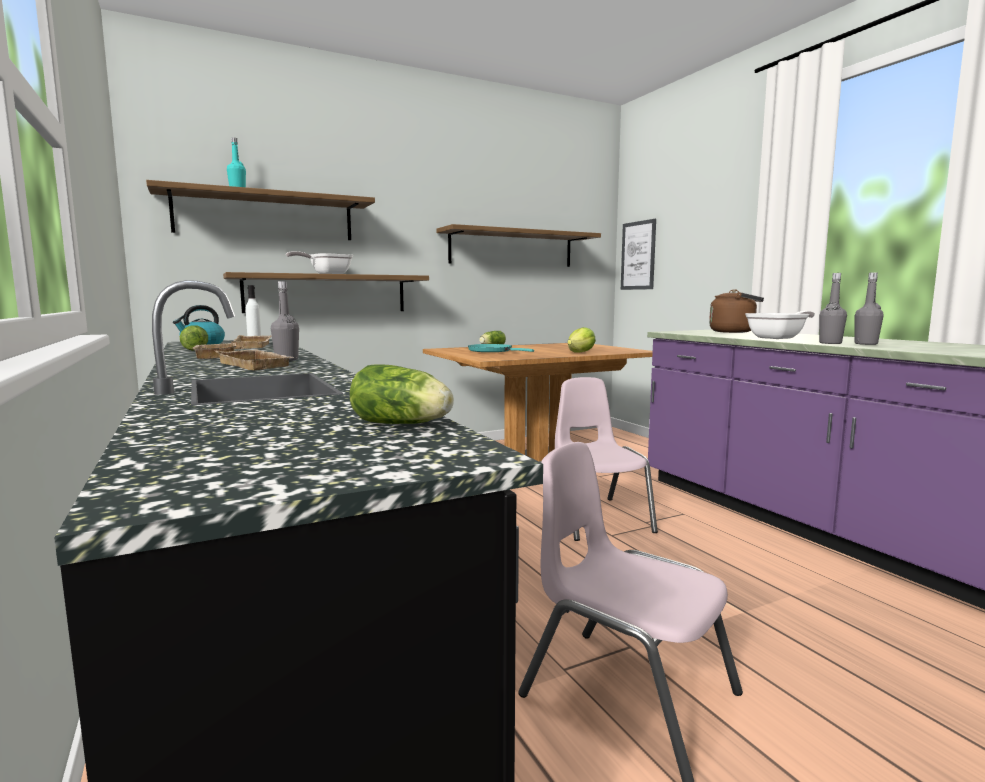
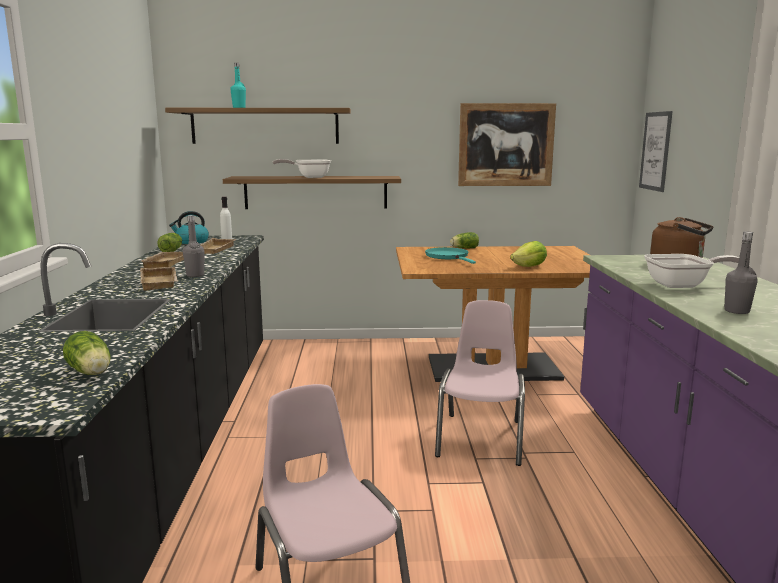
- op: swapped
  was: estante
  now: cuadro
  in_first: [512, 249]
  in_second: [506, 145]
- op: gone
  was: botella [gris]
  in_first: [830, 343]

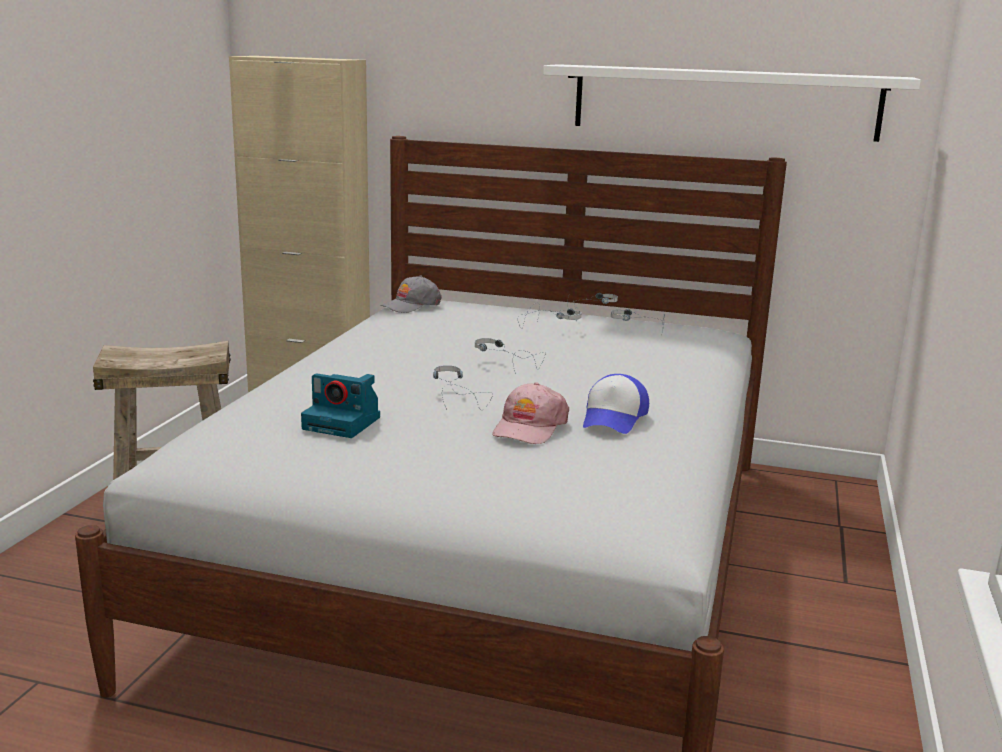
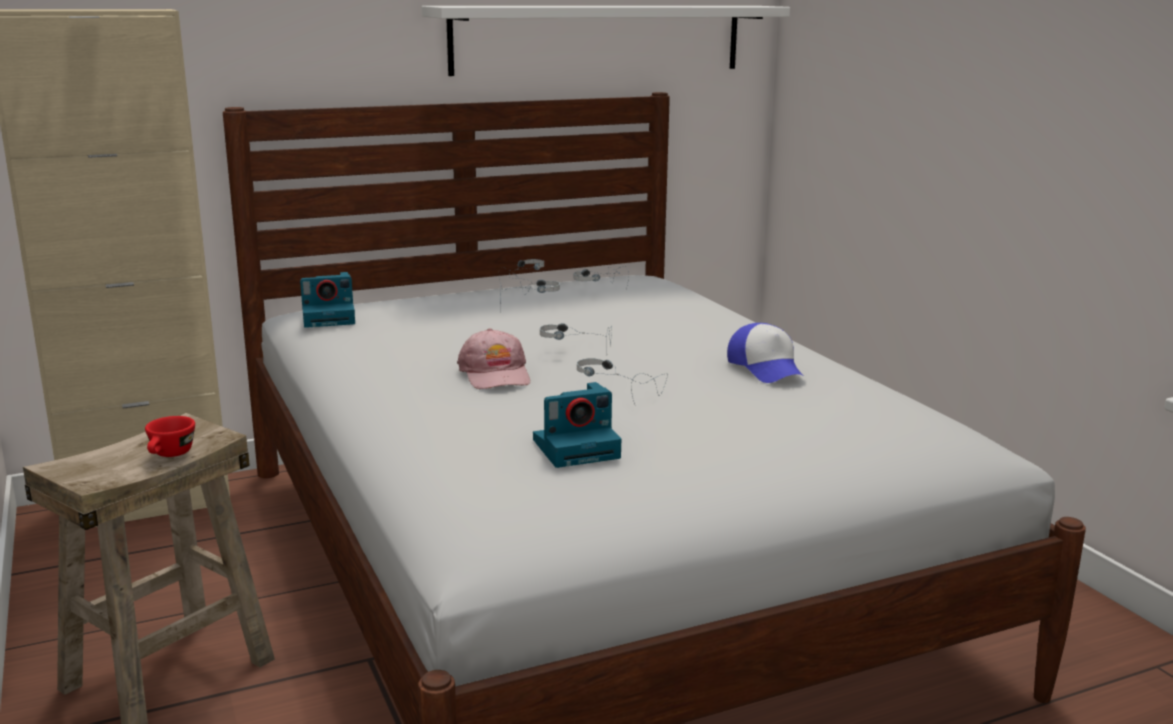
- op: new
  now: taza [rojo]
  in_second: [170, 455]
- op: swapped
  was: gorra [gris]
  now: cámara
  in_first: [411, 305]
  in_second: [330, 318]
- op: shifted
  was: gorra [rosa]
  in_first: [529, 427]
  in_second: [495, 374]

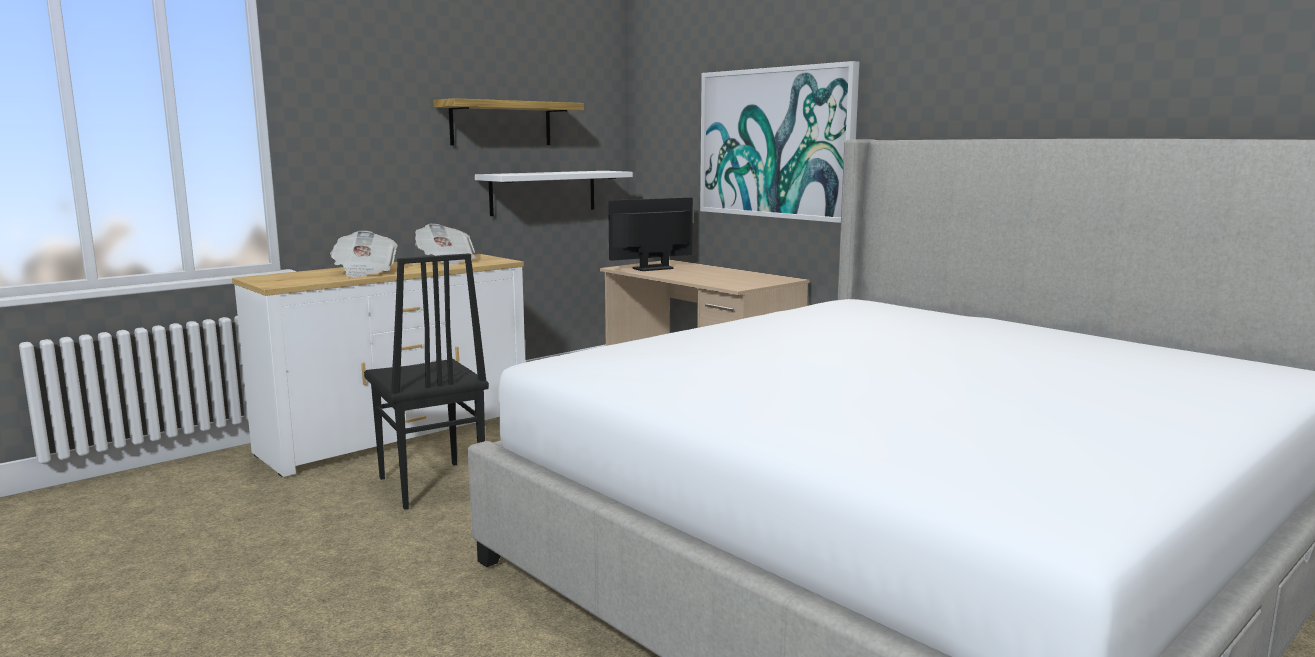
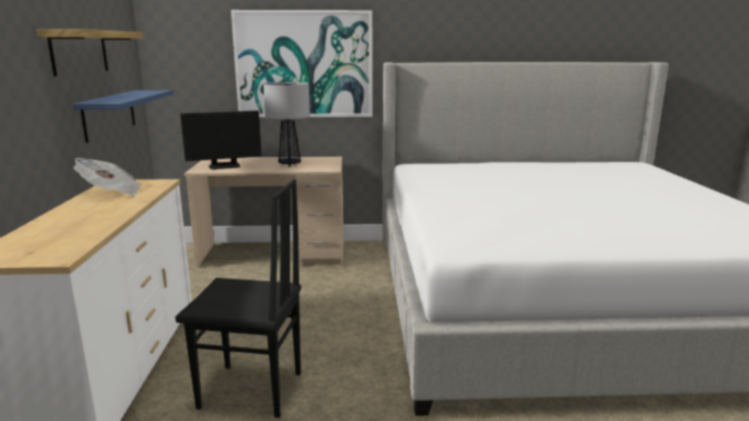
- op: repainted
  was: estante [blanco]
  now: estante [azul]
  in_first: [543, 192]
  in_second: [109, 114]
- op: rotated
  was: monitor
  in_first: [653, 268]
  in_second: [224, 166]
  clockwise: -120
- op: new
  now: lámpara de mesa
  in_second: [290, 164]
- op: gone
  was: periódico
  in_first: [364, 272]

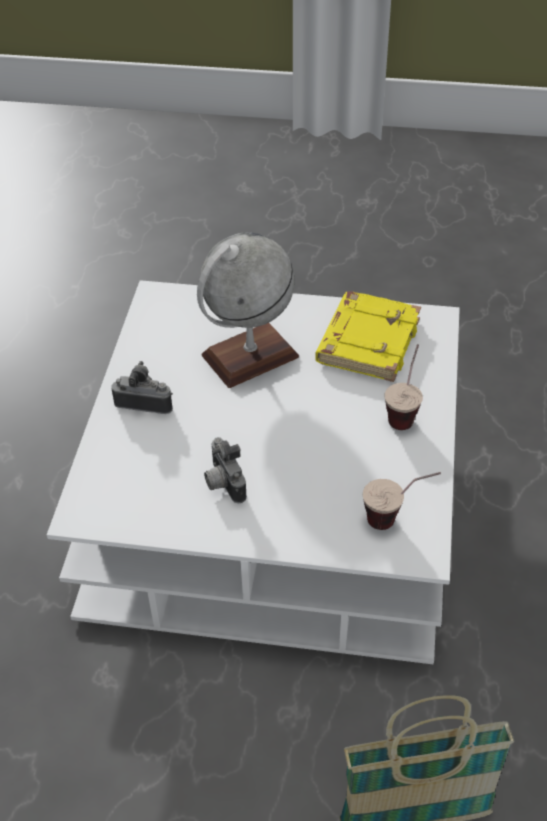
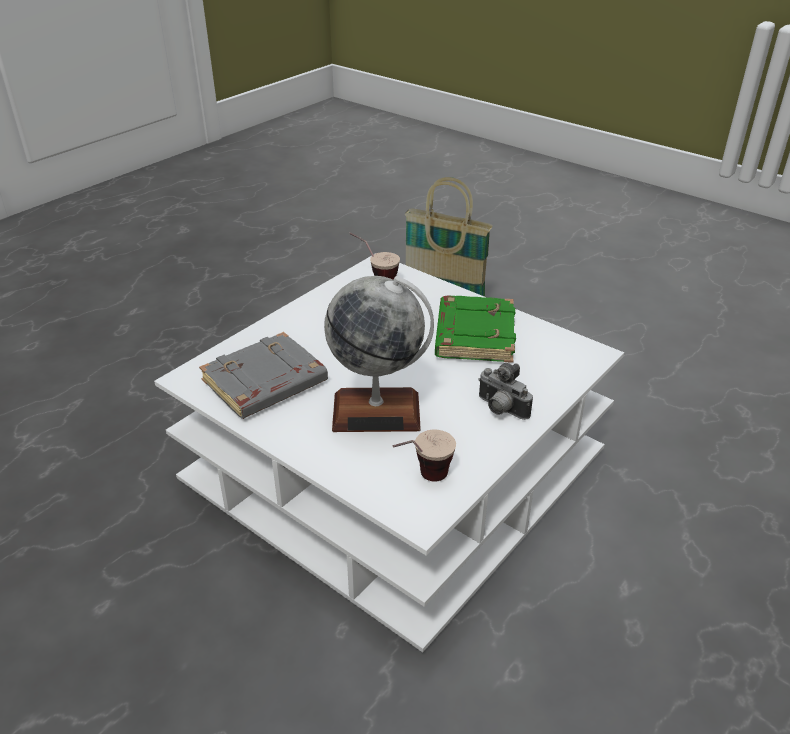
- op: repainted
  was: libro [amarillo]
  now: libro [gris]
  in_first: [367, 341]
  in_second: [265, 384]
- op: shifted
  was: taza
  in_first: [404, 411]
  in_second: [421, 480]
- op: swapped
  was: cámara
  now: libro [verde]
  in_first: [223, 483]
  in_second: [473, 335]

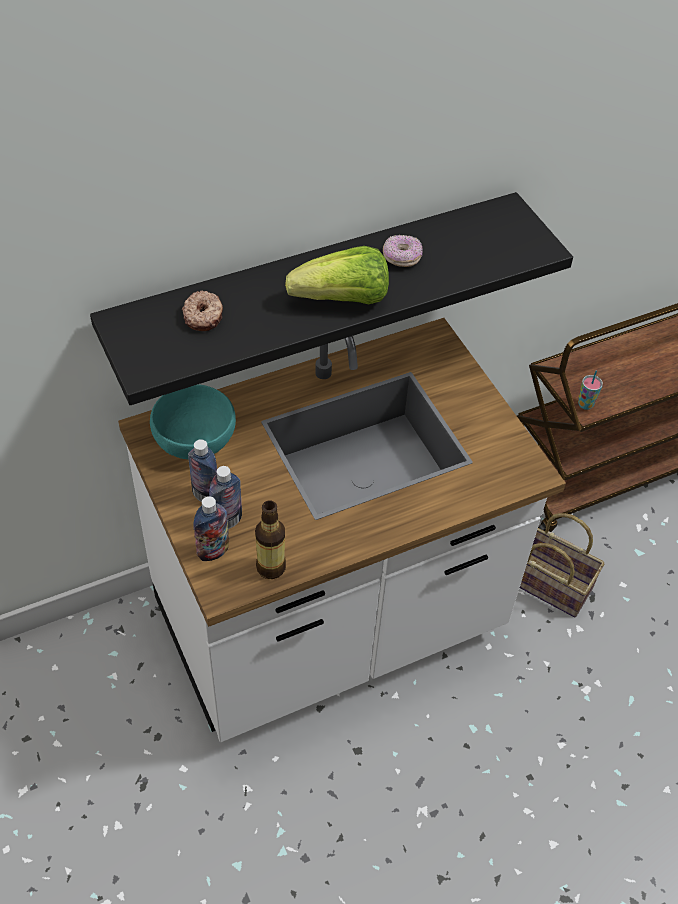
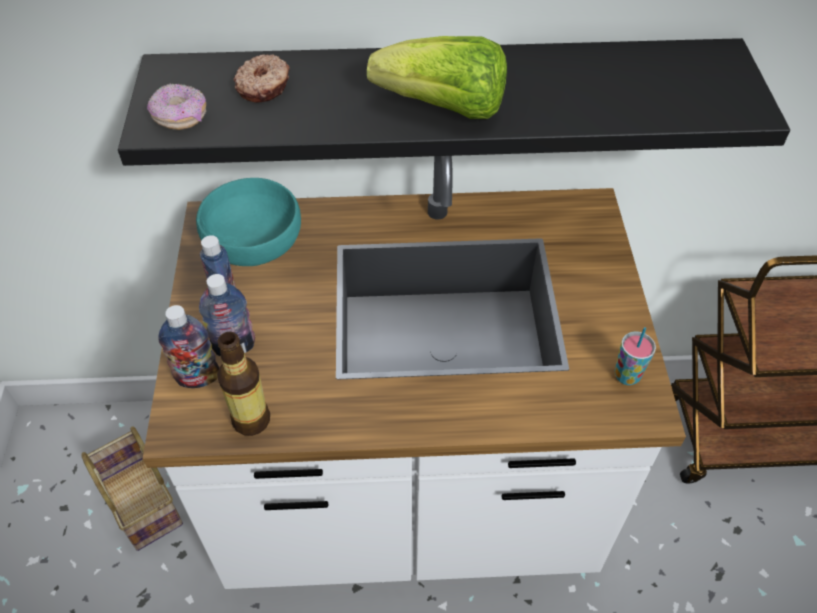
- op: shifted
  was: cesta
  in_first: [551, 584]
  in_second: [145, 503]
- op: shifted
  was: rosquilla
  in_first: [401, 258]
  in_second: [180, 118]
- op: shifted
  was: taza
  in_first: [585, 404]
  in_second: [627, 376]

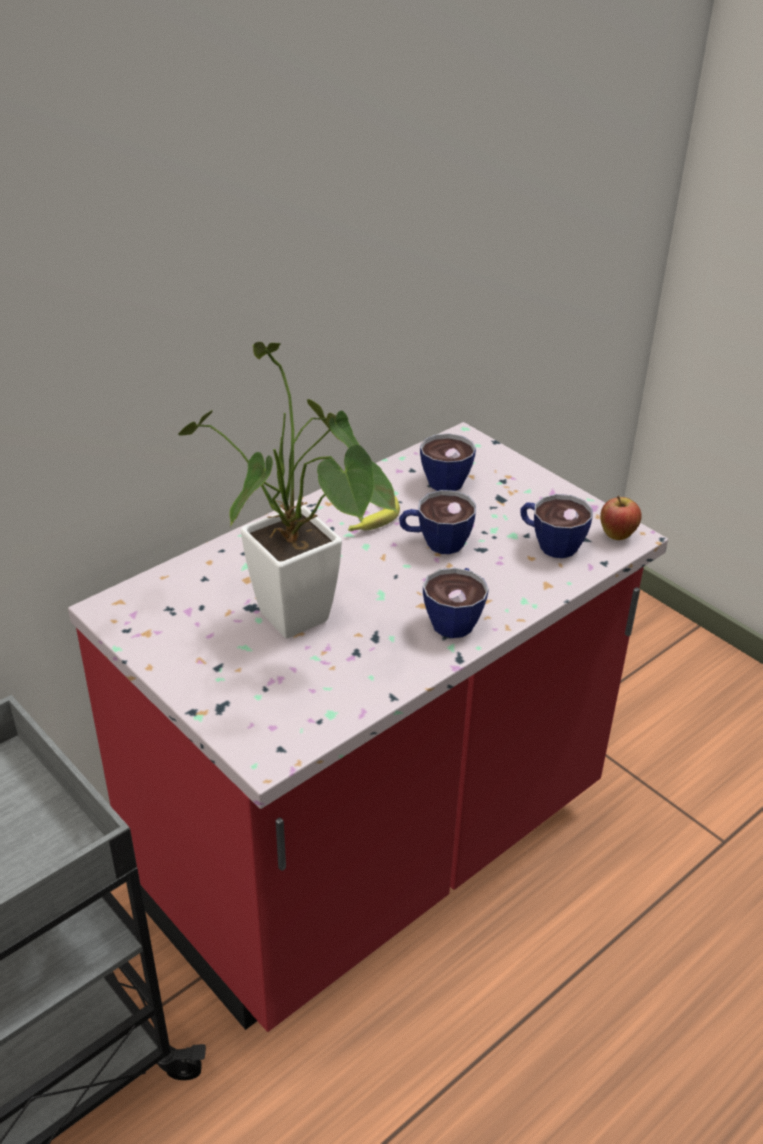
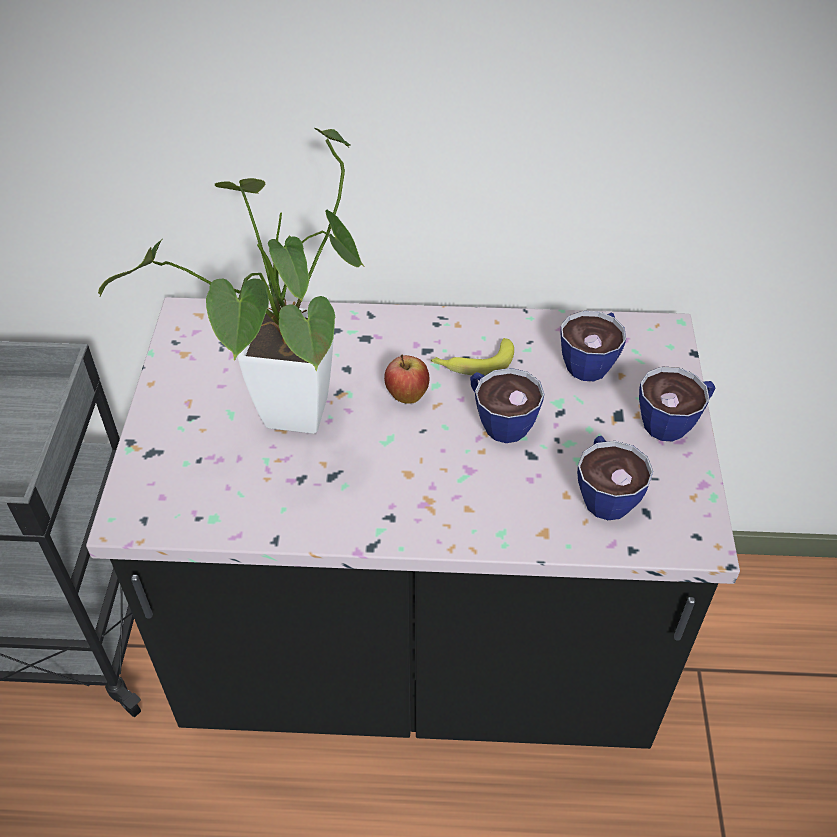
- op: repainted
  was: mueble bajo de cocina [rojo]
  now: mueble bajo de cocina [negro]
  in_first: [374, 852]
  in_second: [418, 655]
- op: shifted
  was: manzana
  in_first: [617, 536]
  in_second: [407, 396]
- op: shifted
  was: taza
  in_first: [455, 618]
  in_second: [673, 422]

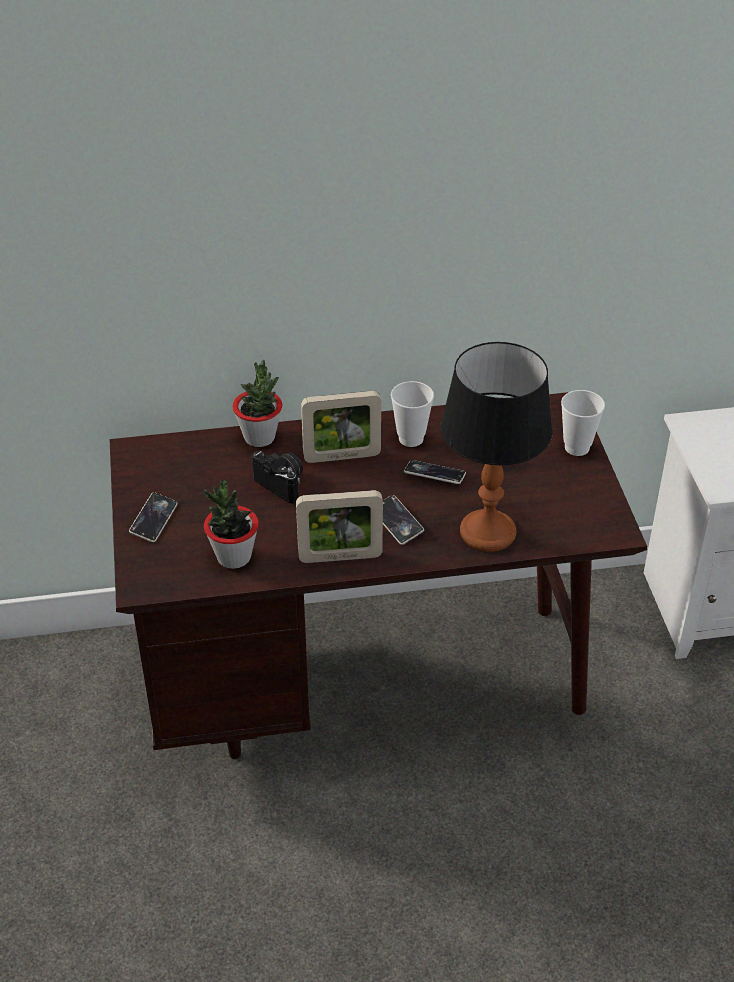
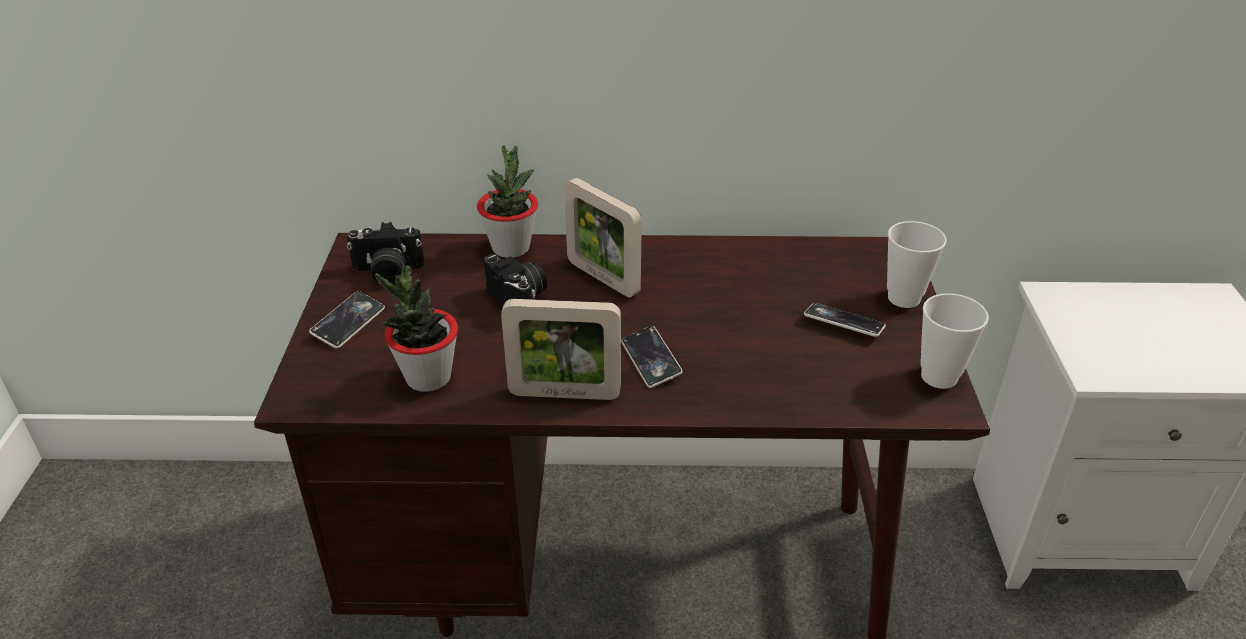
- op: new
  now: cámara
  in_second: [387, 272]
- op: rotated
  was: portarretratos
  in_first: [342, 456]
  in_second: [603, 278]
  clockwise: 45
- op: shifted
  was: móvil
  in_first: [434, 475]
  in_second: [843, 324]
- op: shifted
  was: taza
  in_first: [411, 439]
  in_second: [939, 377]
- op: gone
  was: lámpara de mesa
  in_first: [487, 533]

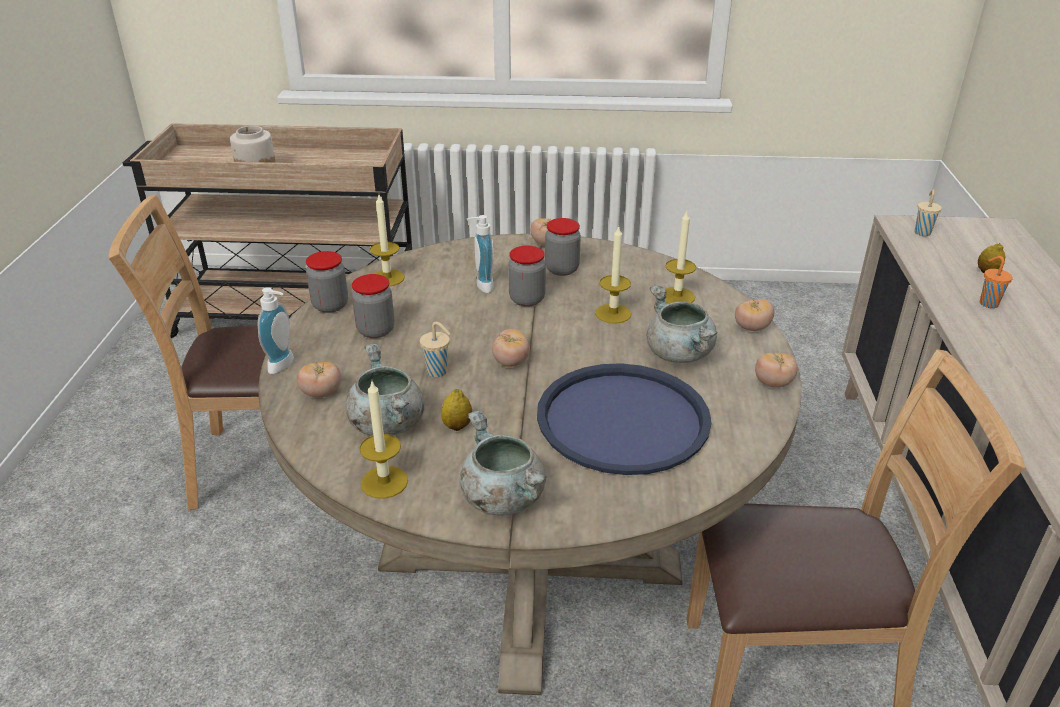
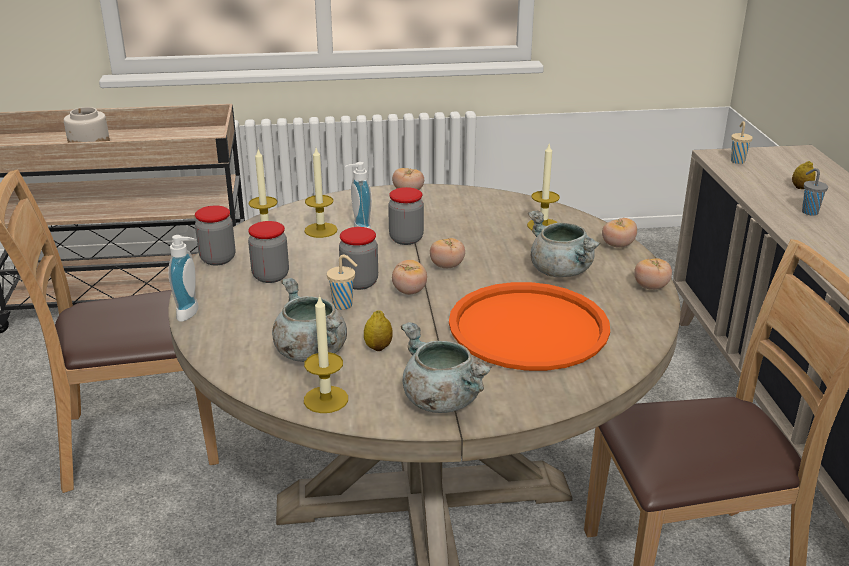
- op: shifted
  was: vela
  in_first: [613, 313]
  in_second: [321, 230]
- op: shifted
  was: tarro
  in_first: [562, 269]
  in_second: [359, 282]
- op: shifted
  was: tomate
  in_first: [321, 393]
  in_second: [447, 266]
- op: repainted
  was: bandeja [azul]
  now: bandeja [naranja]
  in_first: [623, 419]
  in_second: [528, 327]
- op: repainted
  was: taza [naranja]
  now: taza [gris]
  in_first: [987, 303]
  in_second: [809, 212]

